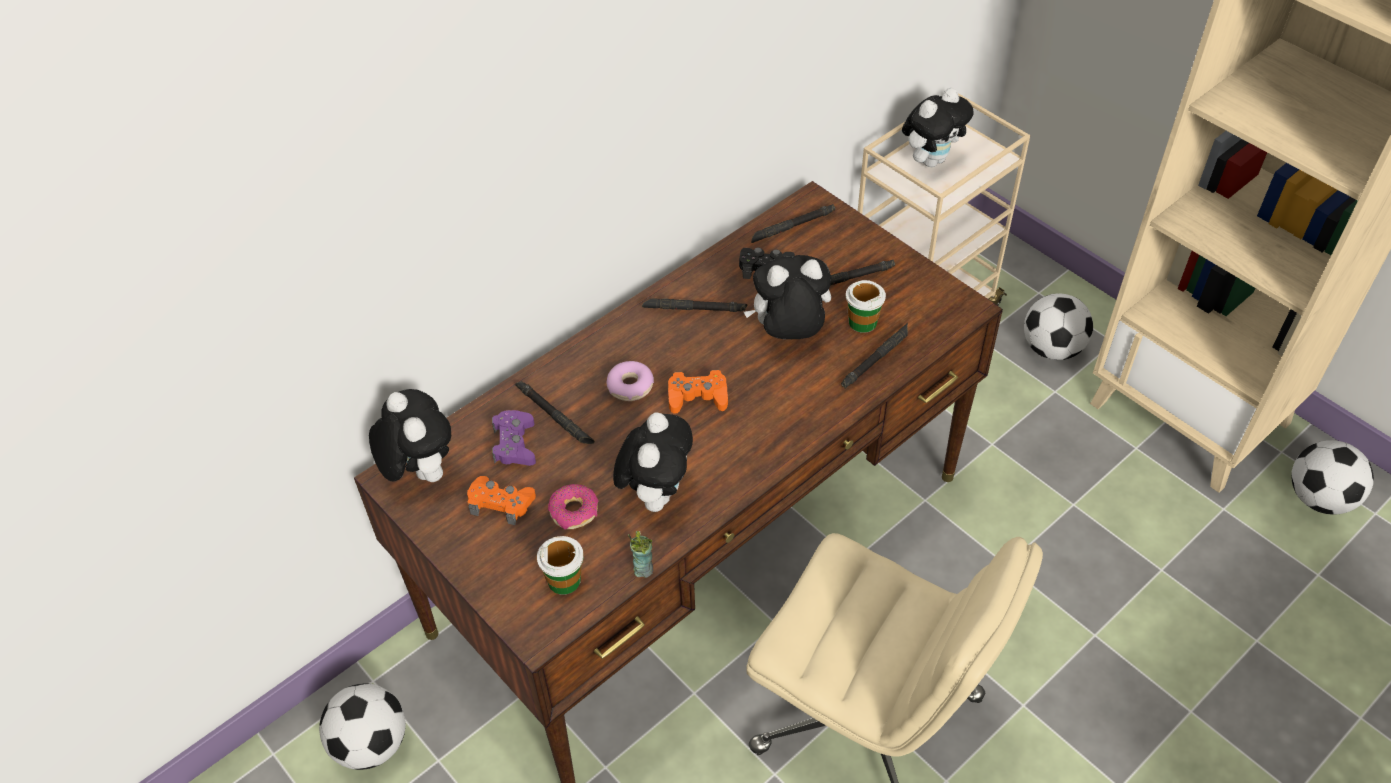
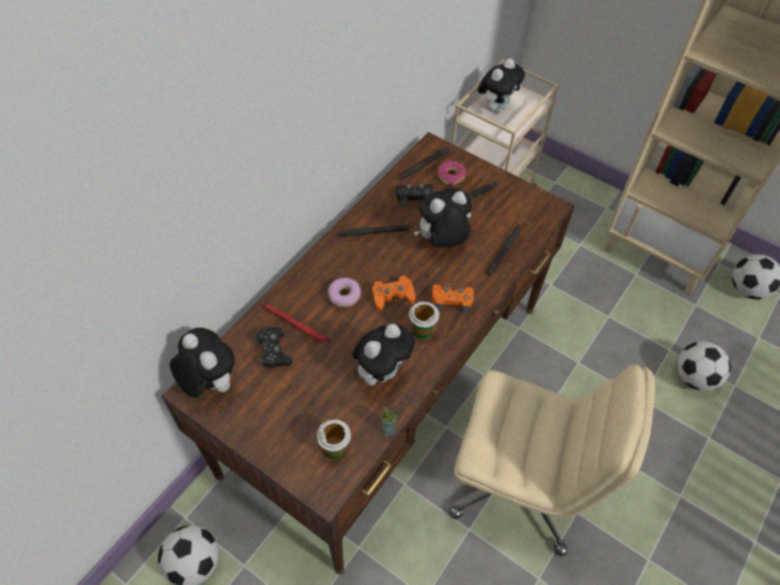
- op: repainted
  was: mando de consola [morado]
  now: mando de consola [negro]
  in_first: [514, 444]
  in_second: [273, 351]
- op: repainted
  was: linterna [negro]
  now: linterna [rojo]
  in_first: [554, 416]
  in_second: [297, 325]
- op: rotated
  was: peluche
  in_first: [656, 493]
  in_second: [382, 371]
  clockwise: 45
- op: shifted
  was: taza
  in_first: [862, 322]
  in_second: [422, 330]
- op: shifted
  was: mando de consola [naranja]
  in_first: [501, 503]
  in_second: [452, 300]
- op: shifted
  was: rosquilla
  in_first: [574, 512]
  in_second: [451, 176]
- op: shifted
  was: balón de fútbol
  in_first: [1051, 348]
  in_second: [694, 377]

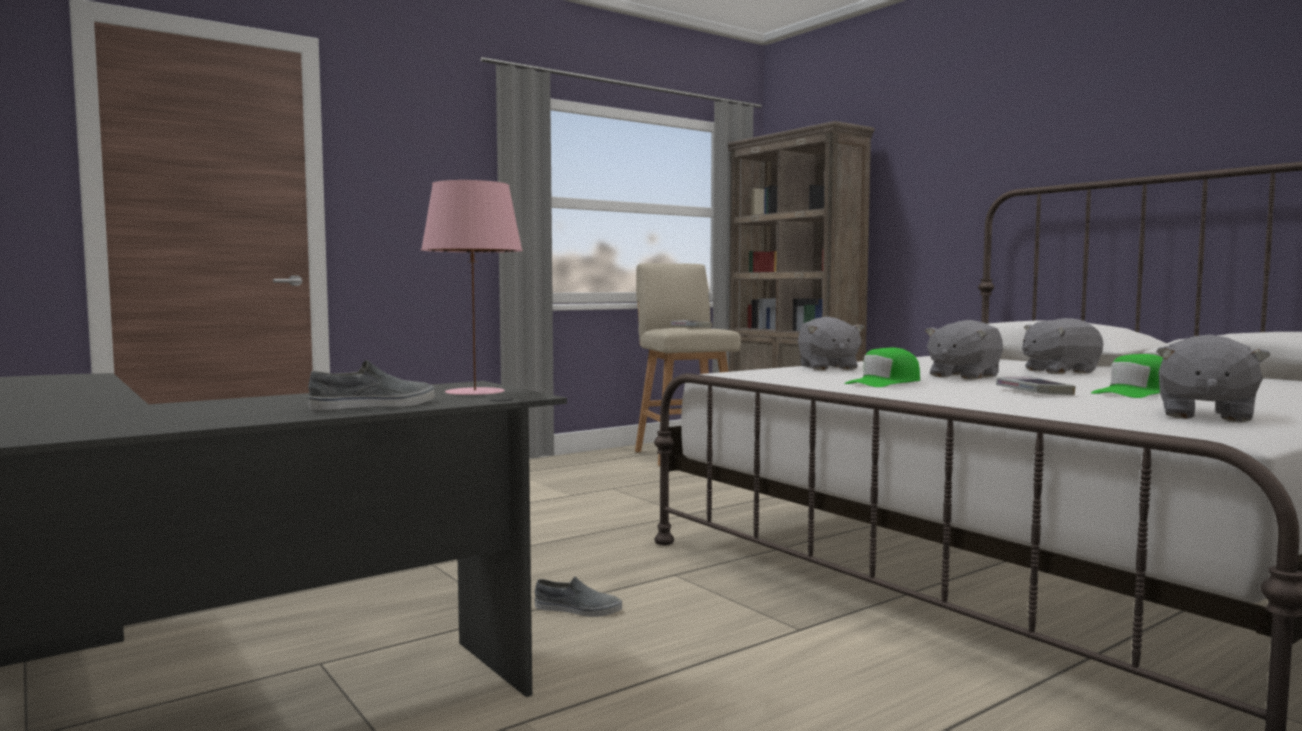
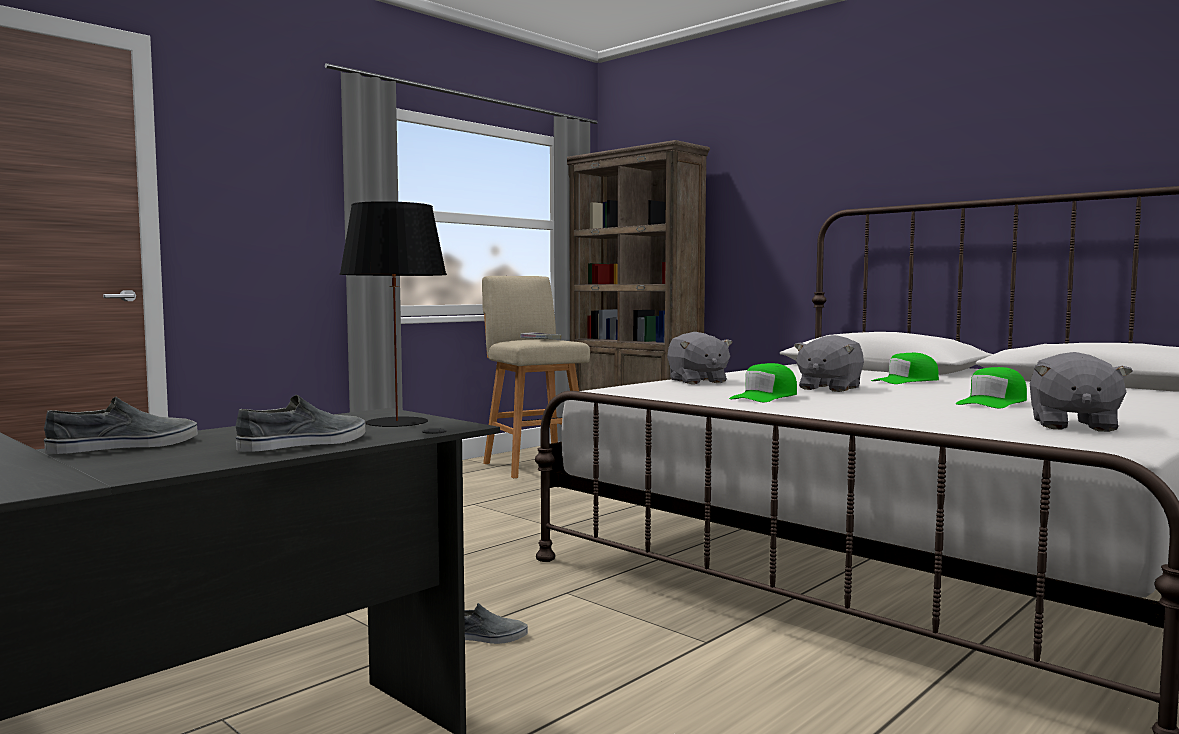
- op: new
  now: zapato [gris]
  in_second: [125, 446]
- op: repainted
  was: lámpara de mesa [rosa]
  now: lámpara de mesa [negro]
  in_first: [474, 392]
  in_second: [396, 422]
- op: swapped
  was: peluche [gris]
  now: gorra [verde]
  in_first: [1059, 371]
  in_second: [906, 381]
- op: gone
  was: libro
  in_first: [1033, 392]

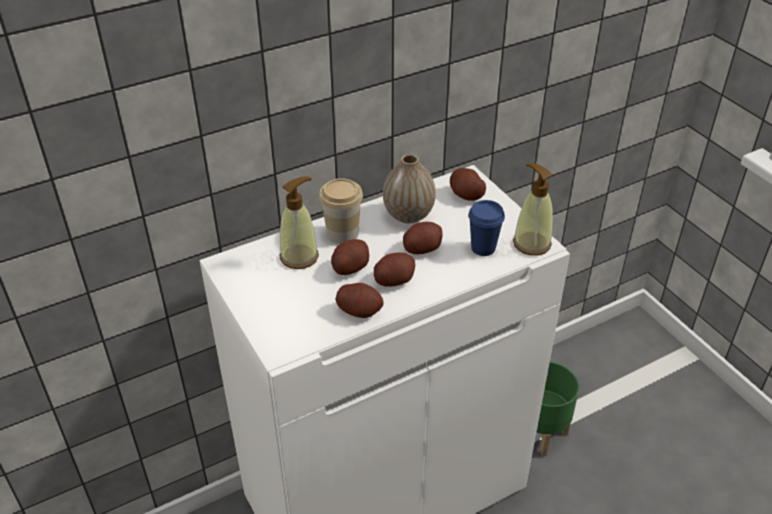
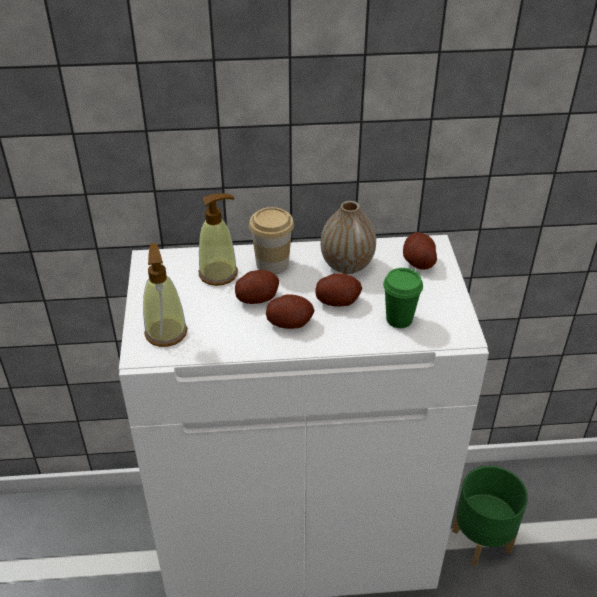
- op: shifted
  was: dispensador de jabón
  in_first: [531, 243]
  in_second: [166, 332]
- op: repainted
  was: taza [azul]
  now: taza [verde]
  in_first: [483, 248]
  in_second: [399, 319]
- op: gone
  was: patata
  in_first: [359, 310]

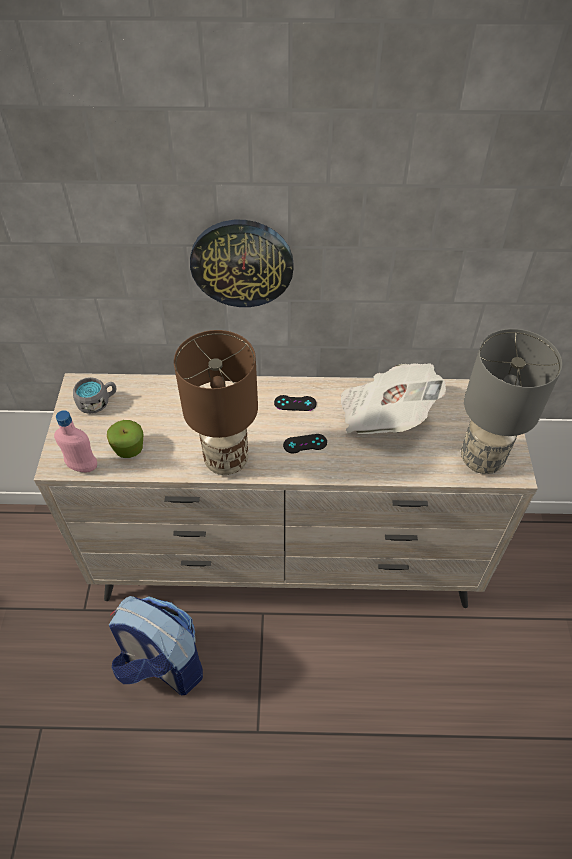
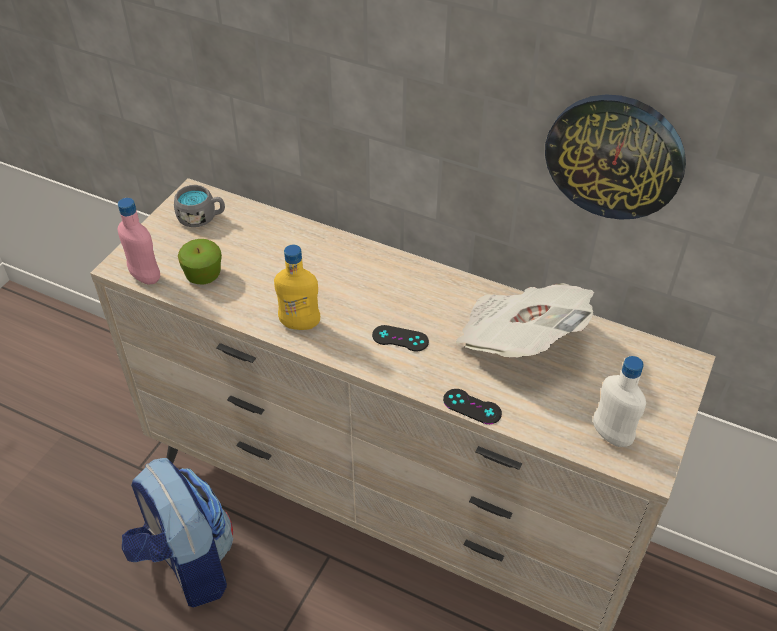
- op: swapped
  was: lámpara de mesa [marrón]
  now: botella [amarillo]
  in_first: [226, 459]
  in_second: [300, 324]
- op: shifted
  was: mando de consola [negro]
  in_first: [295, 403]
  in_second: [472, 406]
- op: shifted
  was: reloj de pared
  in_first: [242, 263]
  in_second: [614, 156]
- op: swapped
  was: lámpara de mesa [gris]
  now: botella [blanco]
  in_first: [480, 459]
  in_second: [611, 435]

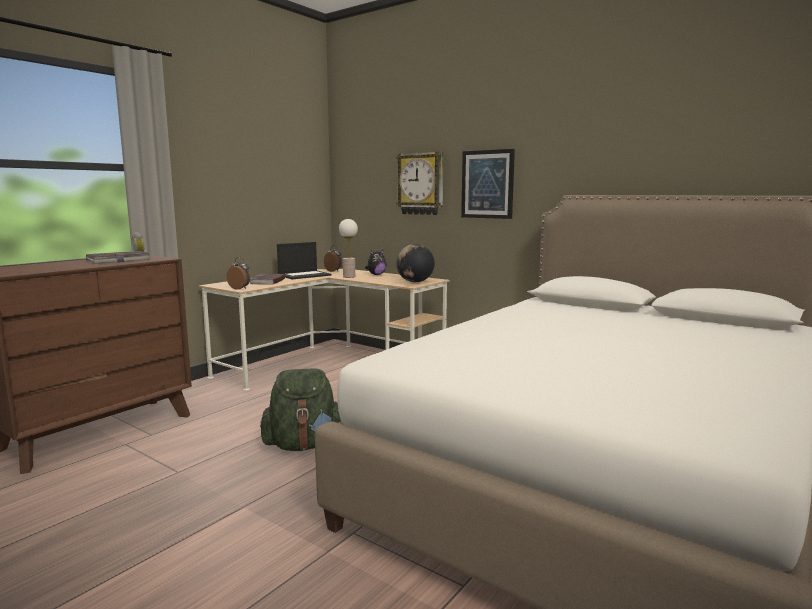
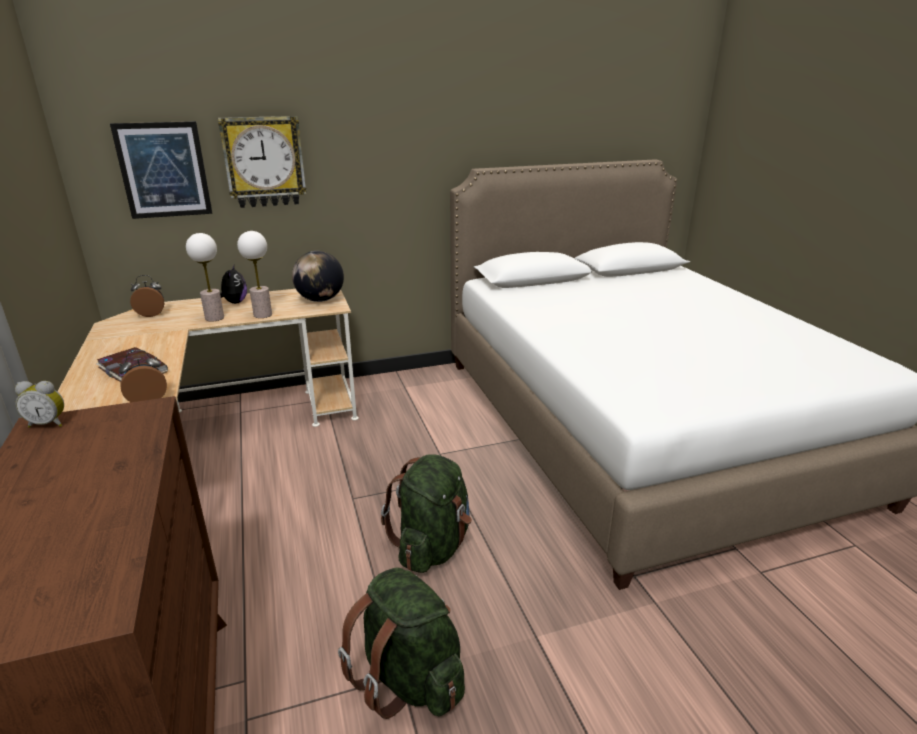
- op: shifted
  was: cuadro
  in_first: [487, 184]
  in_second: [164, 170]
- op: new
  now: lámpara de mesa
  in_second: [263, 315]
- op: new
  now: mochila [verde]
  in_second: [409, 678]
- op: gone
  was: libro
  in_first: [118, 260]
- op: gone
  was: portátil
  in_first: [304, 275]

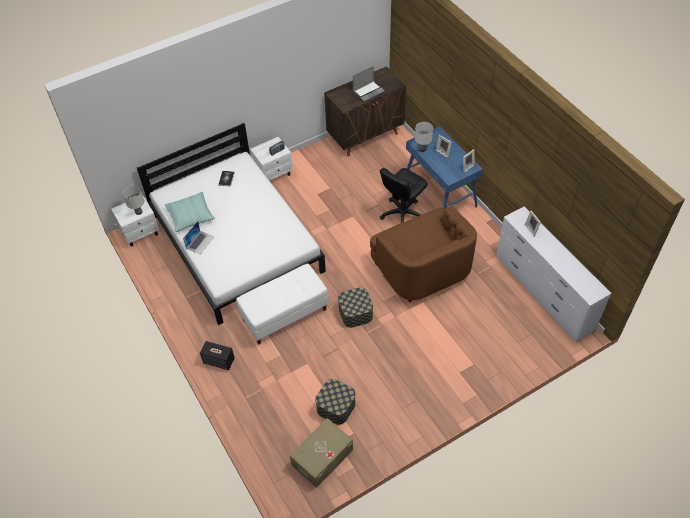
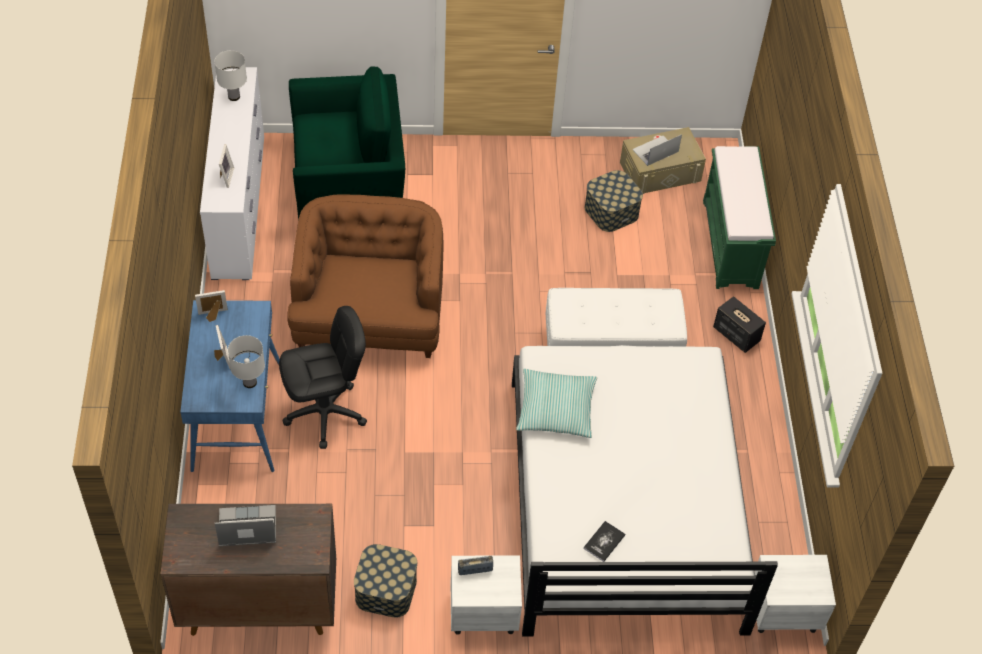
- op: shifted
  was: lámpara de mesa [blanco]
  in_first: [139, 211]
  in_second: [233, 96]
- op: new
  now: sillón [verde]
  in_second: [349, 188]
- op: shifted
  was: caja de almacenaje
  in_first: [355, 313]
  in_second: [386, 589]
- op: shifted
  was: cojín
  in_first: [190, 215]
  in_second: [556, 409]
- op: shifted
  was: portátil
  in_first: [200, 242]
  in_second: [655, 150]
- op: new
  now: banco [verde]
  in_second: [731, 244]

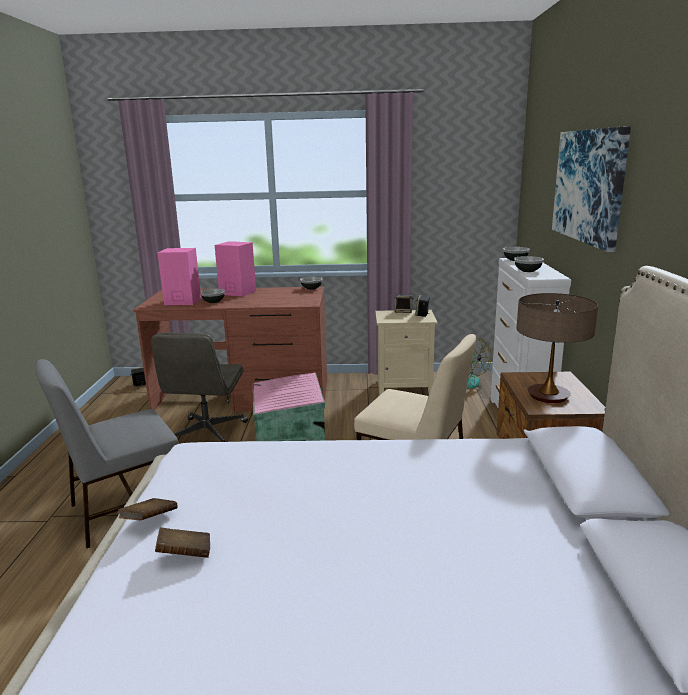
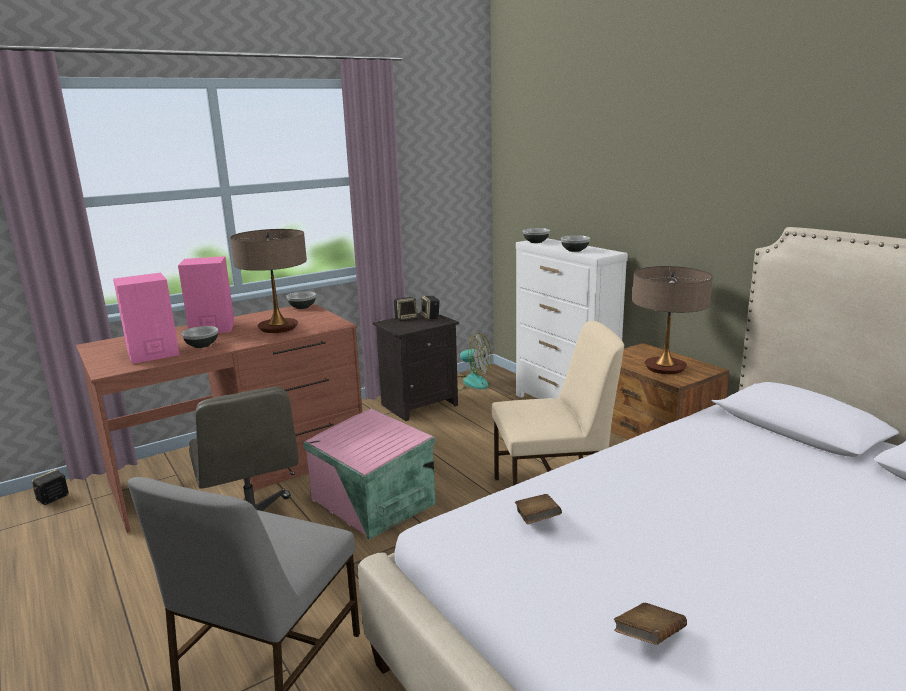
- op: new
  now: lámpara de mesa
  in_second: [278, 328]
- op: repainted
  was: mesita de noche [beis]
  now: mesita de noche [negro]
  in_first: [405, 387]
  in_second: [419, 404]
- op: shifted
  was: libro [marrón]
  in_first: [149, 520]
  in_second: [537, 520]
- op: gone
  was: cuadro
  in_first: [589, 186]

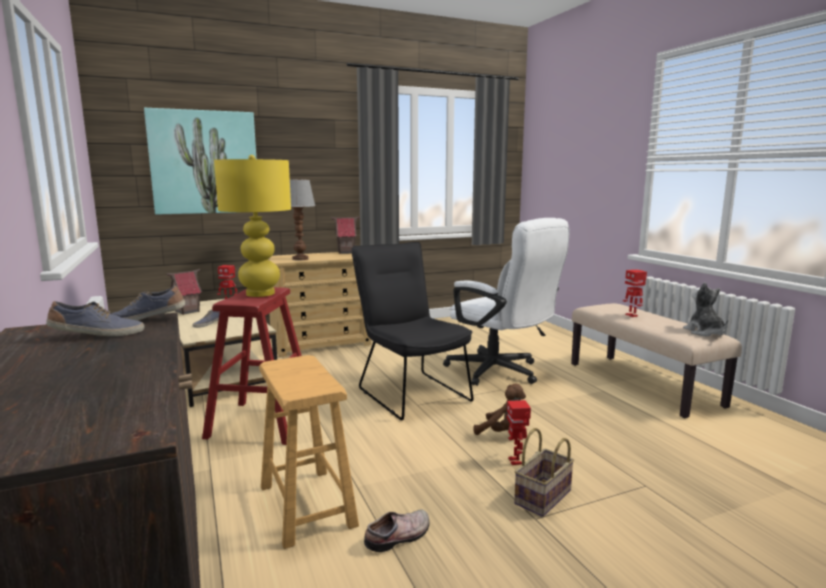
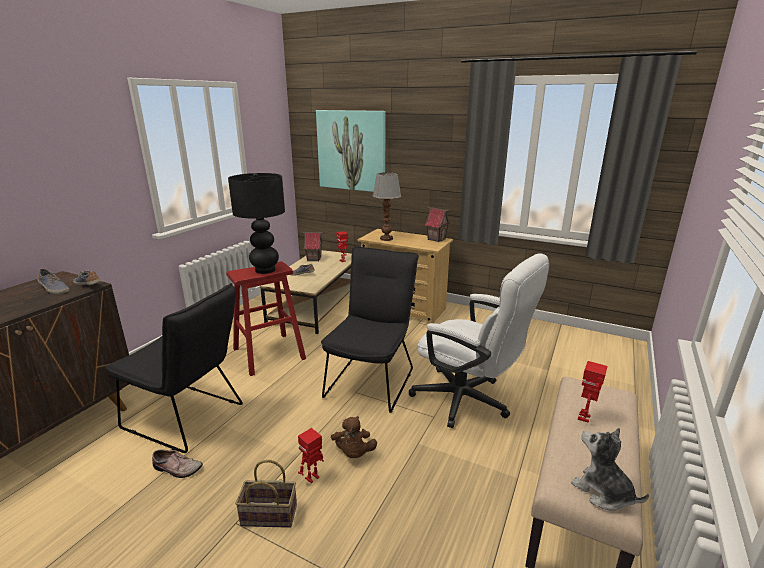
- op: swapped
  was: taburete [marrón]
  now: silla [negro]
  in_first: [307, 505]
  in_second: [189, 418]
- op: repainted
  was: lámpara de mesa [amarillo]
  now: lámpara de mesa [negro]
  in_first: [260, 293]
  in_second: [265, 270]
- op: rotated
  was: silla de oficina [blanco]
  in_first: [500, 372]
  in_second: [469, 401]
  clockwise: -60
- op: rotated
  was: peluche
  in_first: [704, 332]
  in_second: [602, 492]
  clockwise: -75

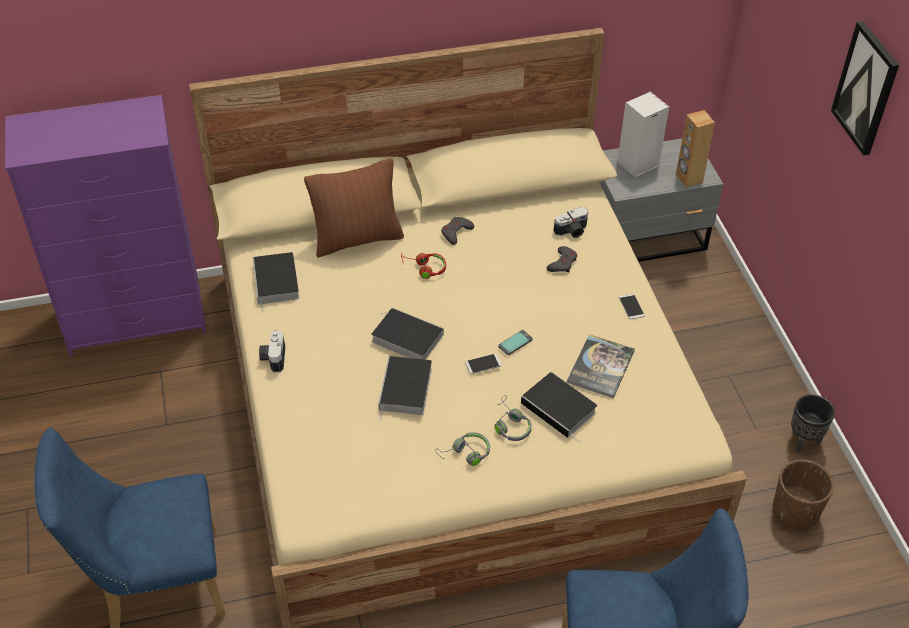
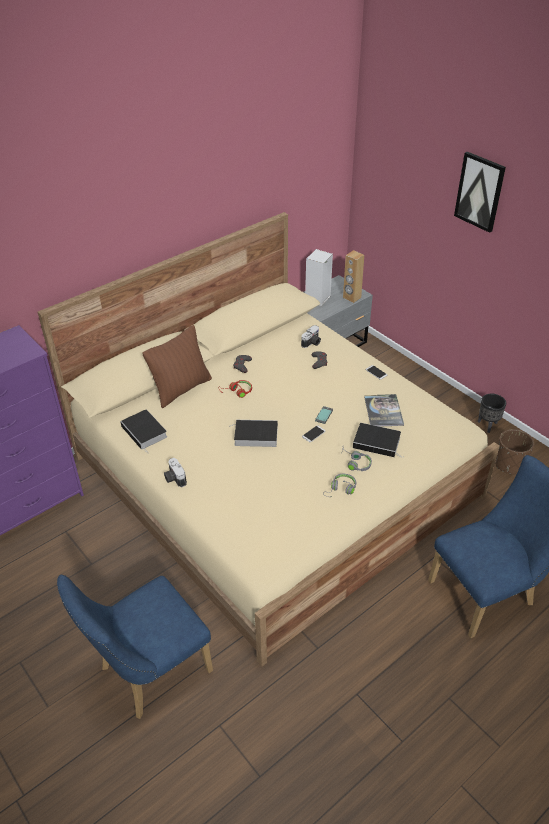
- op: gone
  was: libro
  in_first: [406, 390]

